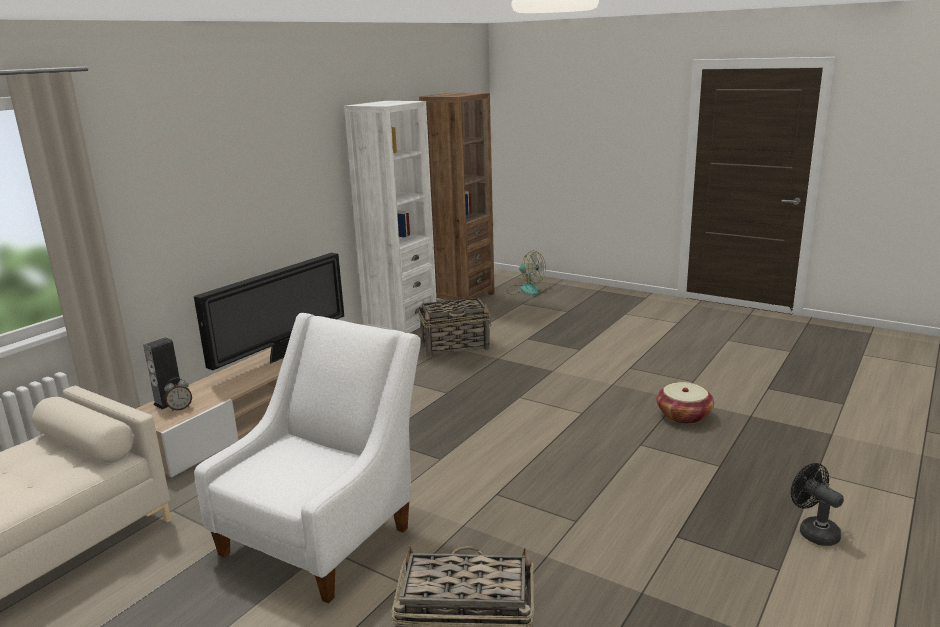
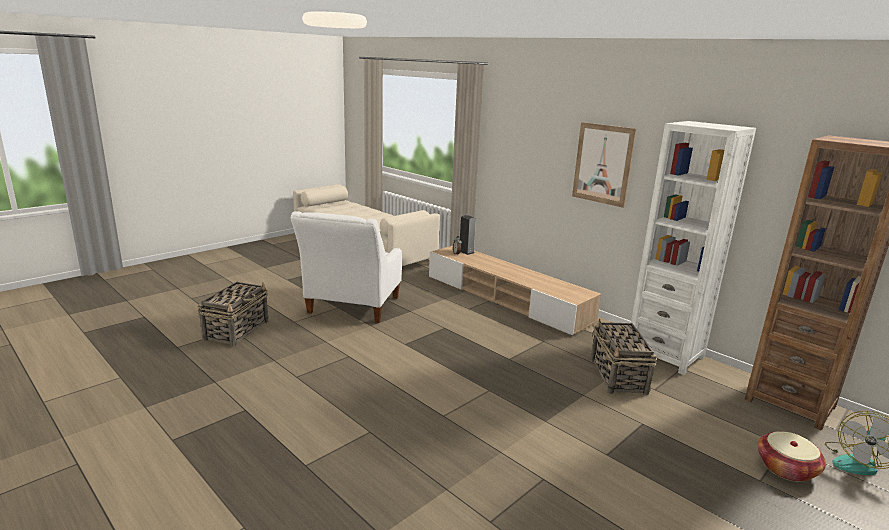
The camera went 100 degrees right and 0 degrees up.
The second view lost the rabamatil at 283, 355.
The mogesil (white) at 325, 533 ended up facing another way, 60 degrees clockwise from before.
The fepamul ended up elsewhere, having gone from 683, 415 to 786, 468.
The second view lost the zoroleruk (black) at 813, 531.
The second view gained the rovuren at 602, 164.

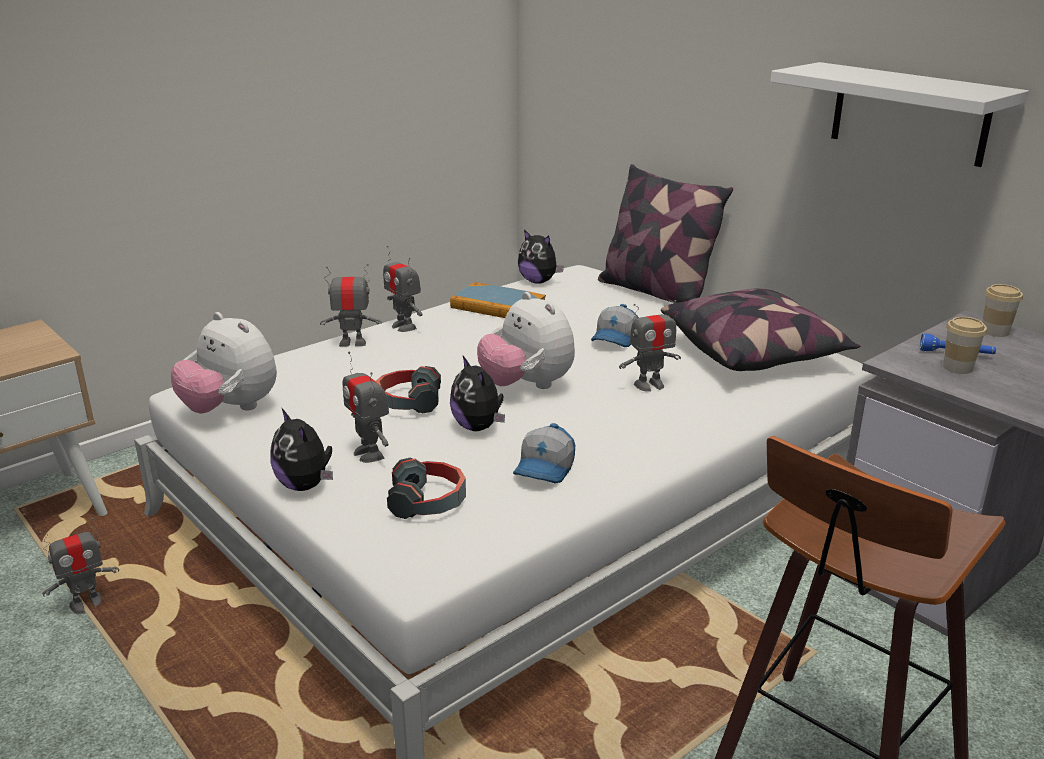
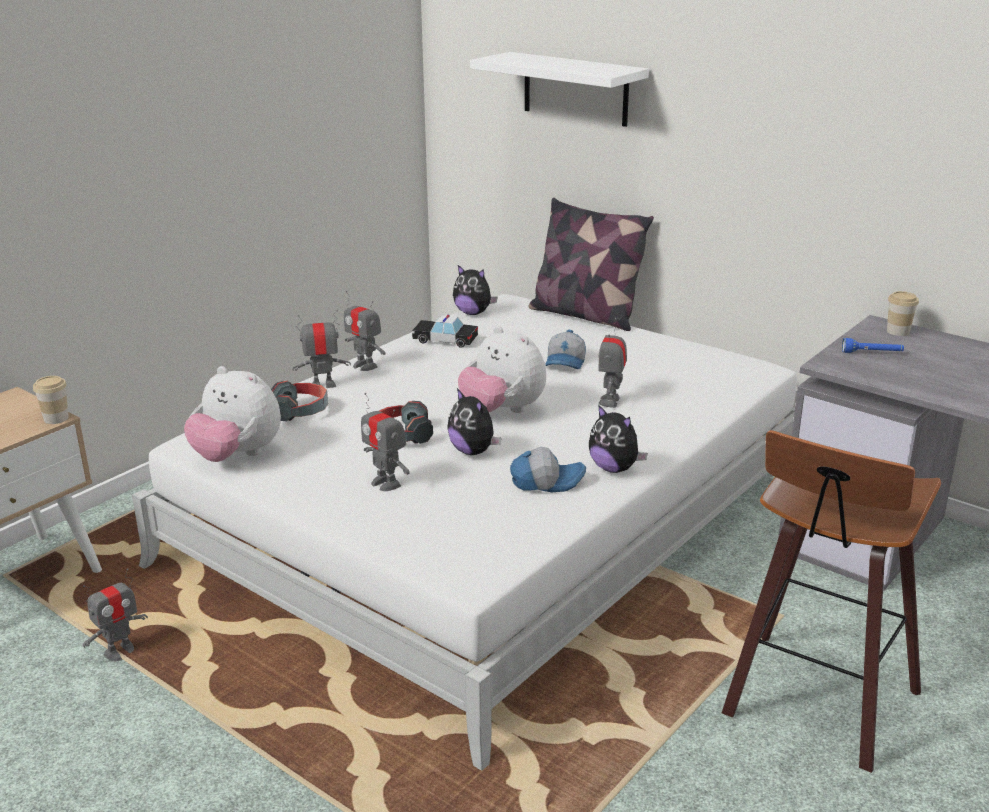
The camera went 10 degrees left and 0 degrees up.
The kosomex ended up elsewhere, having gone from 305, 485 to 614, 468.
The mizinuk ended up elsewhere, having gone from 428, 502 to 300, 411.
Where the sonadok stood at 498, 306, the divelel came to stand at 445, 340.
The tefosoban at 546, 469 ended up facing another way, 105 degrees counterclockwise from before.
The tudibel at 649, 385 ended up facing another way, 135 degrees clockwise from before.
The second view lost the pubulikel at 754, 352.
The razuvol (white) ended up elsewhere, having gone from 909, 113 to 575, 89.
The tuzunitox ended up elsewhere, having gone from 957, 367 to 56, 418.

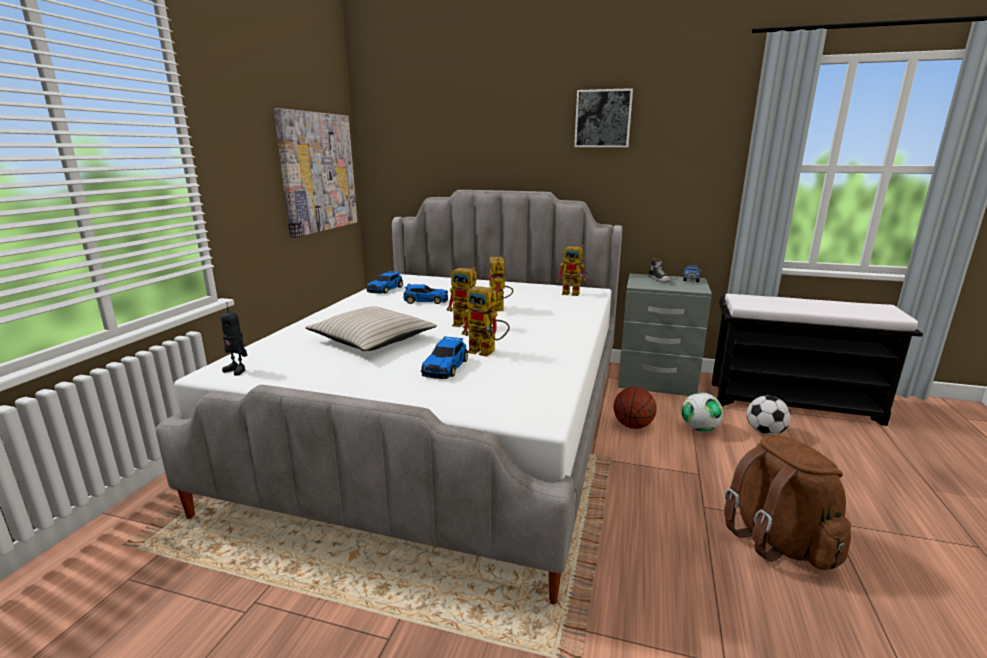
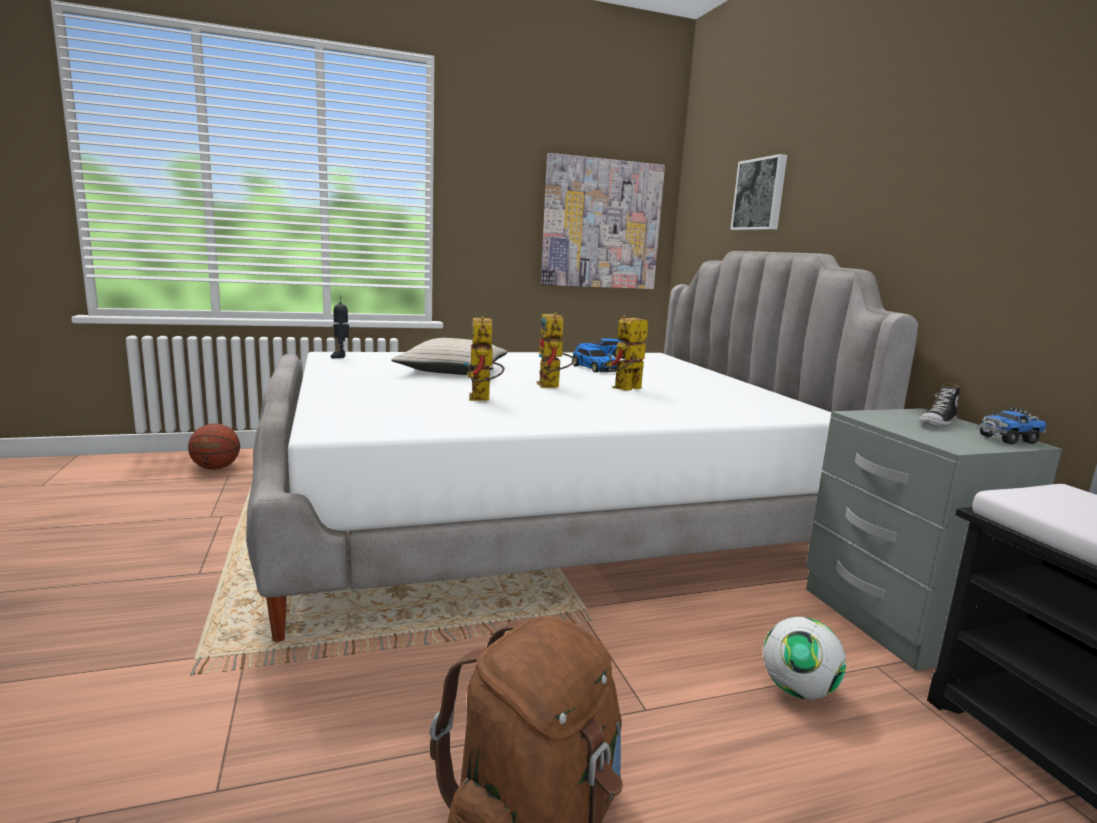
The camera went 55 degrees right and 5 degrees down.
The second view lost the divelel at 446, 367.
The second view lost the tudibel at 575, 293.
The rovuren ended up elsewhere, having gone from 603, 119 to 760, 194.
The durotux ended up elsewhere, having gone from 633, 426 to 216, 468.
The second view lost the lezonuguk at 764, 432.

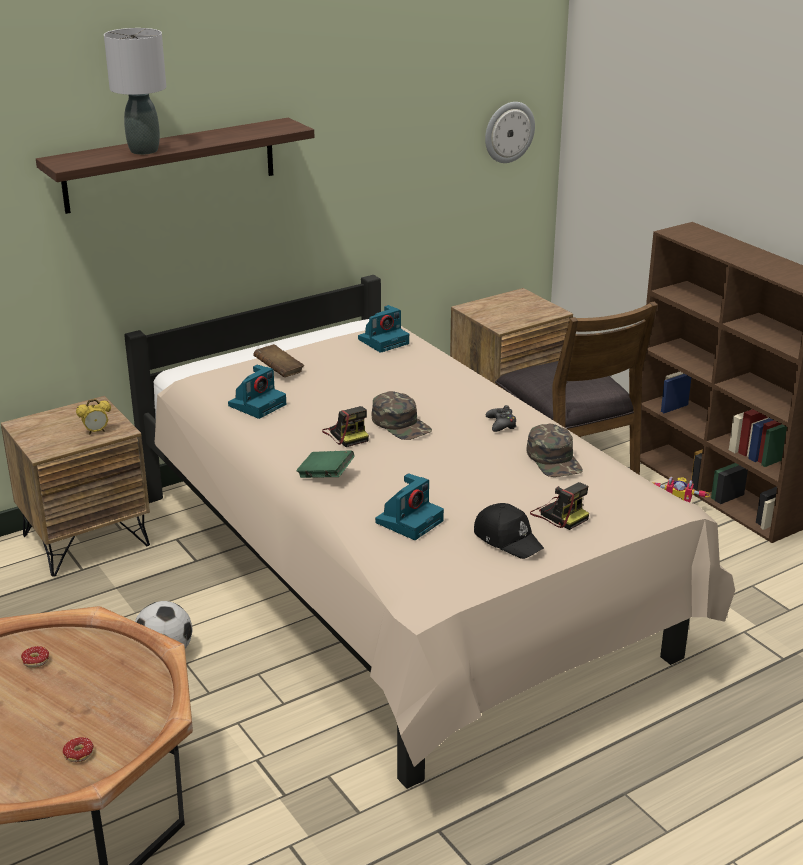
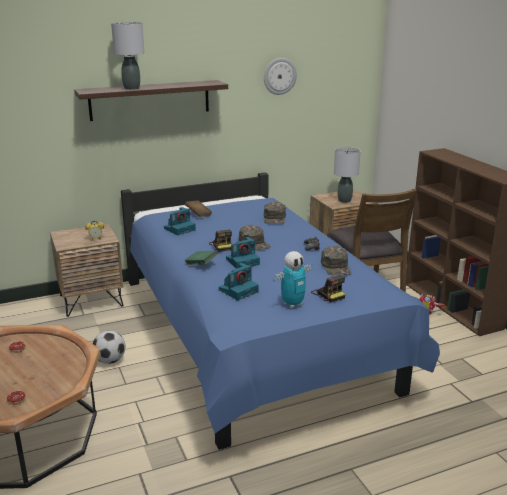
The camera went 10 degrees right and 5 degrees down.
What was the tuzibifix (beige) at 400, 581 turned into the tuzibifix (blue) at 252, 336.
The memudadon ended up elsewhere, having gone from 384, 341 to 243, 261.
Where the tefosoban (black) stood at 508, 539, the tudibel came to stand at 292, 304.
The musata ended up elsewhere, having gone from 508, 132 to 279, 76.
The second view gained the tefosoban (green) at 275, 218.
The second view gained the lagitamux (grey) at 344, 200.

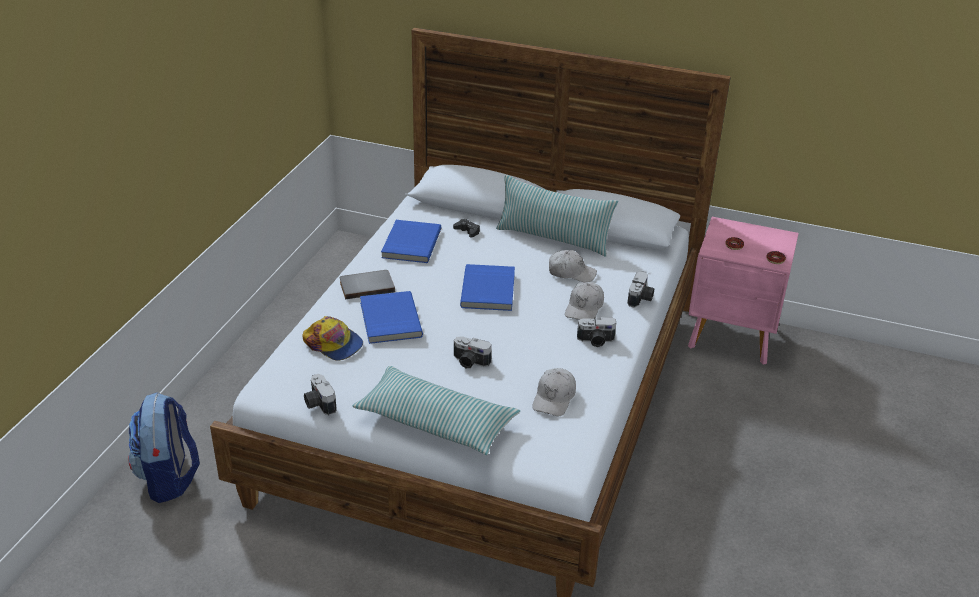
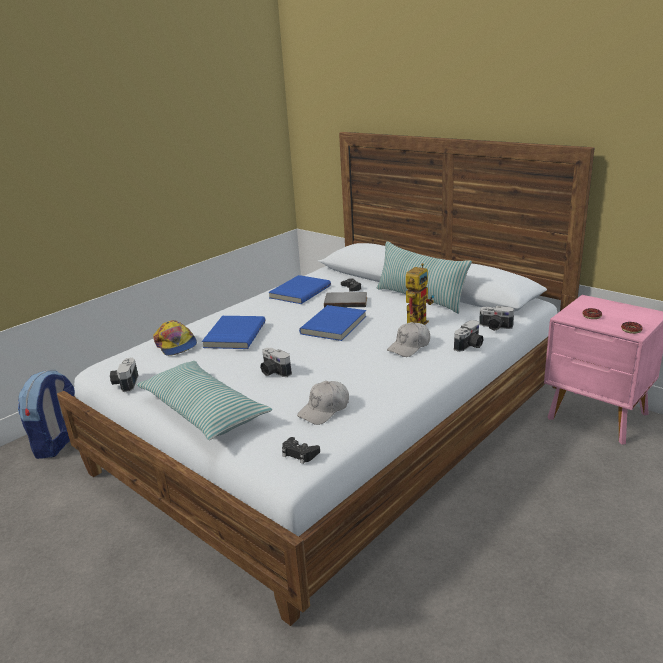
The camera went 25 degrees right and 10 degrees down.
The sonadok (grey) ended up elsewhere, having gone from 366, 285 to 346, 301.
Where the tefosoban (white) stood at 571, 273, the tudibel came to stand at 417, 321.
The memudadon ended up elsewhere, having gone from 596, 341 to 495, 327.
The second view gained the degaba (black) at 299, 453.

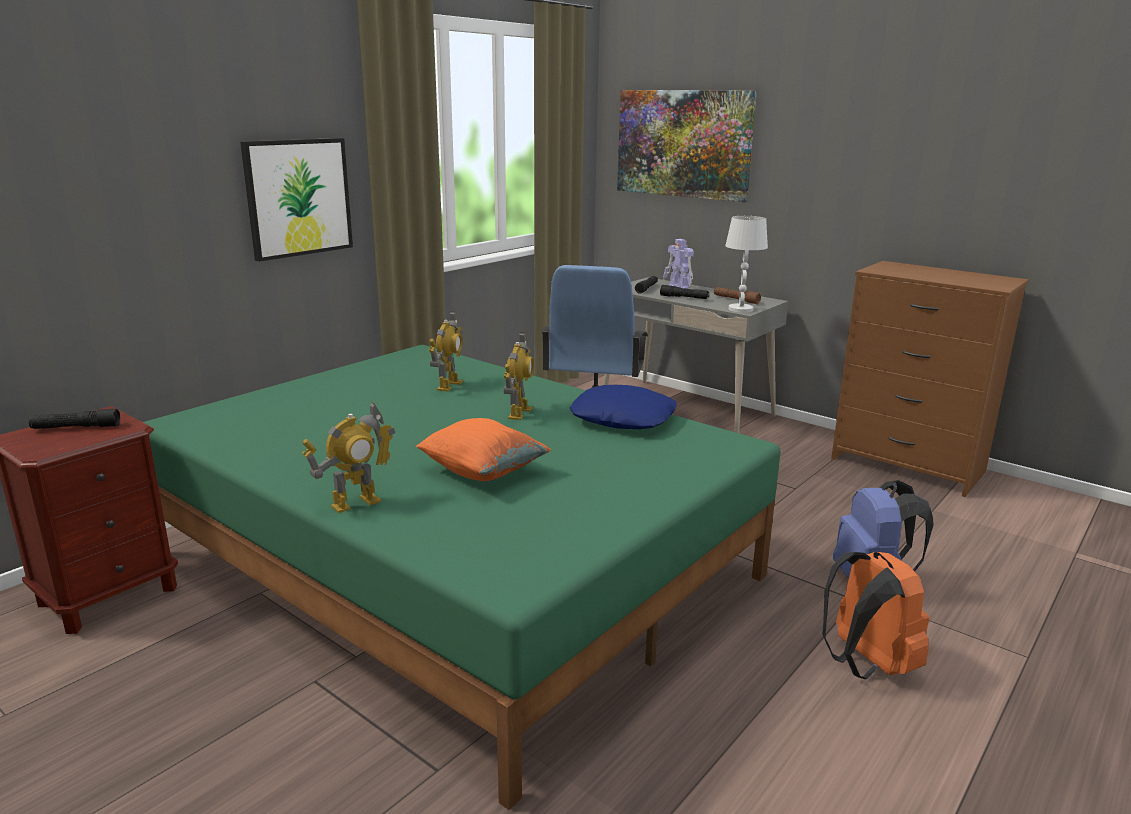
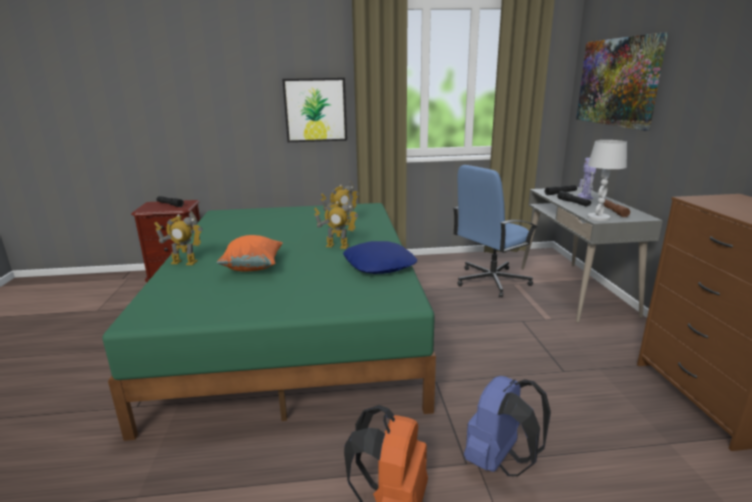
The camera went 45 degrees right and 0 degrees up.
The tudibel at 519, 413 ended up facing another way, 45 degrees clockwise from before.

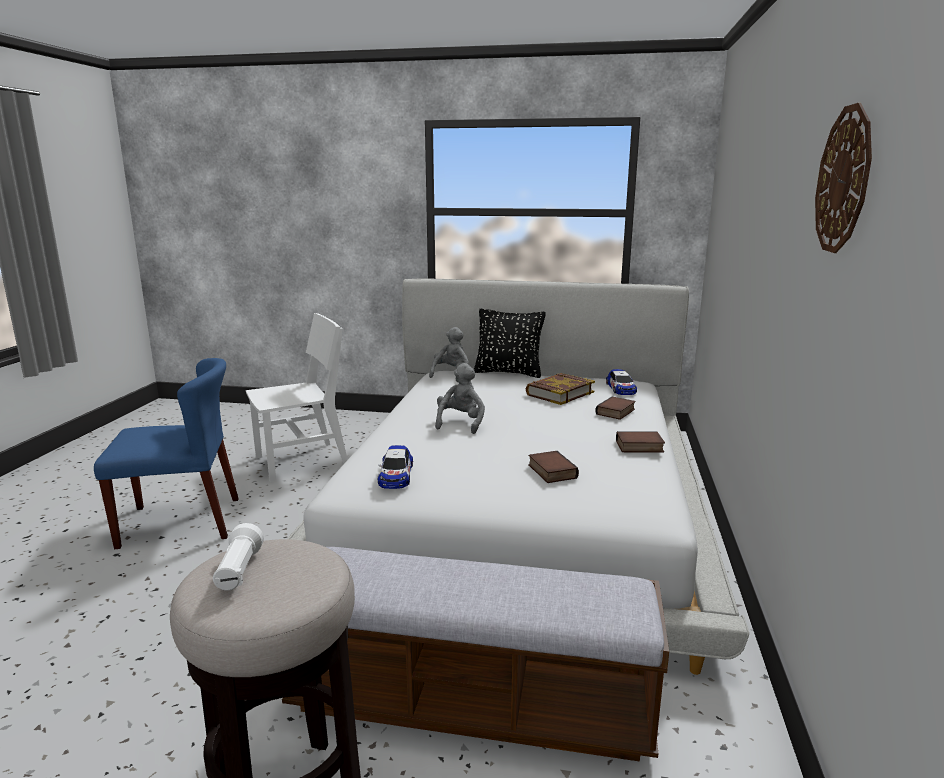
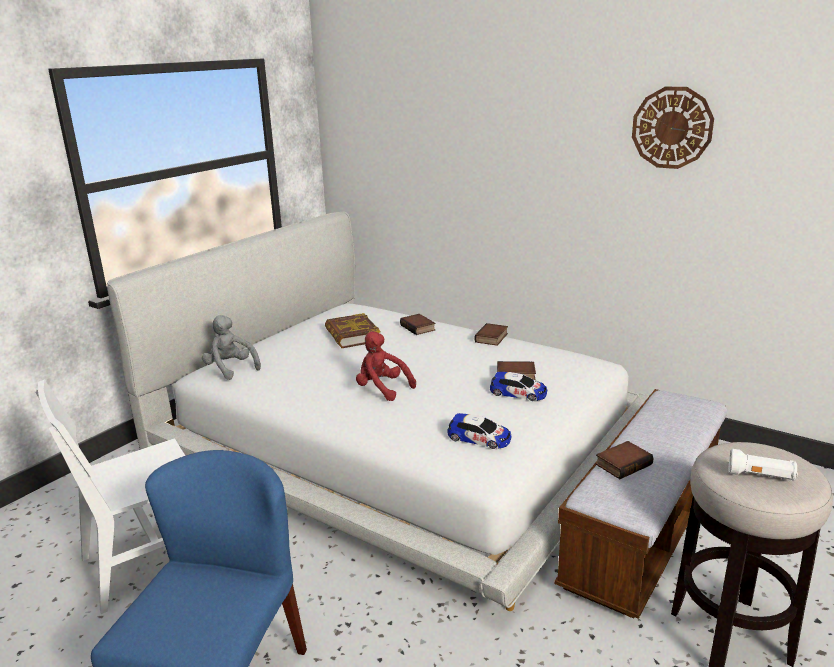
The camera went 65 degrees left and 5 degrees up.
The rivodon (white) at 302, 461 ended up facing another way, 120 degrees counterclockwise from before.
What was the kosomex (grey) at 460, 423 turned into the kosomex (red) at 382, 389.
The second view lost the pubulikel (black) at 508, 373.
The divelel ended up elsewhere, having gone from 621, 388 to 518, 393.
The second view gained the sonadok at 623, 463.

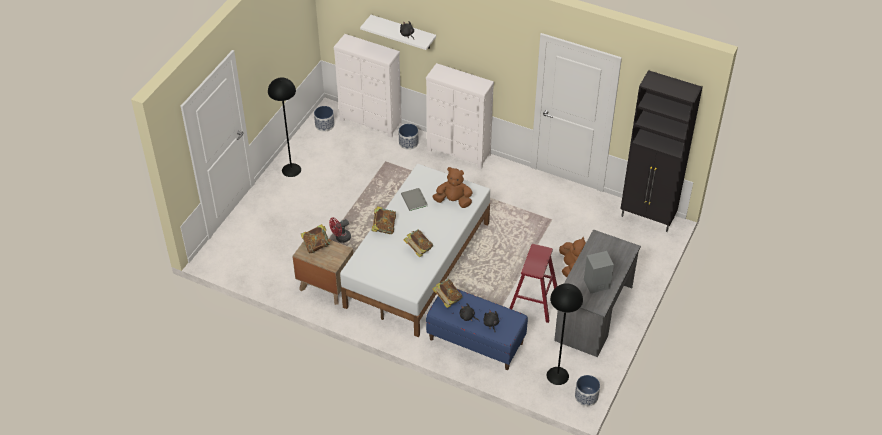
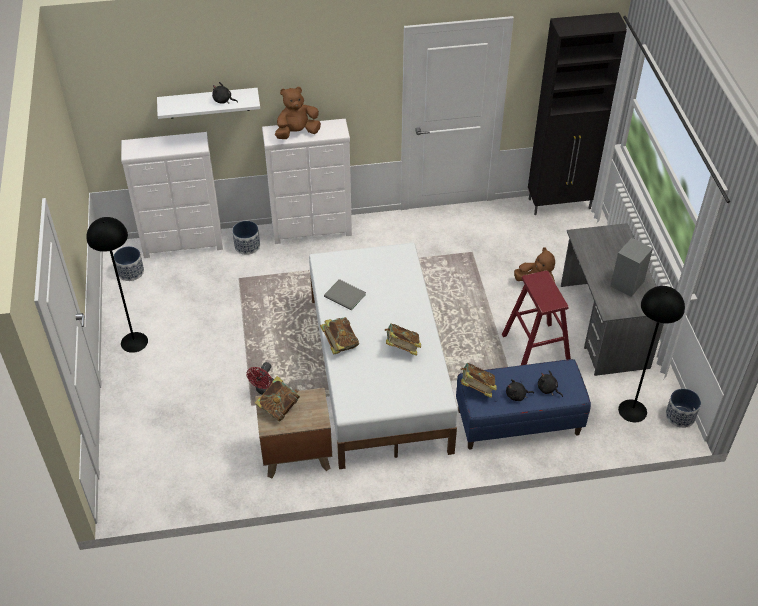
The camera went 35 degrees left and 0 degrees up.
The kosomex (brown) ended up elsewhere, having gone from 453, 201 to 297, 133.

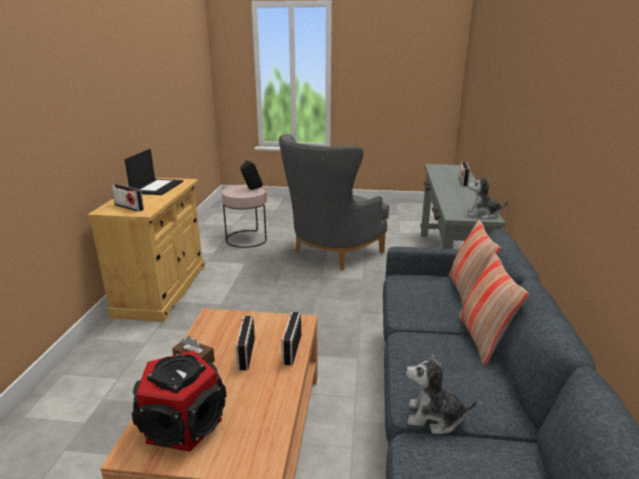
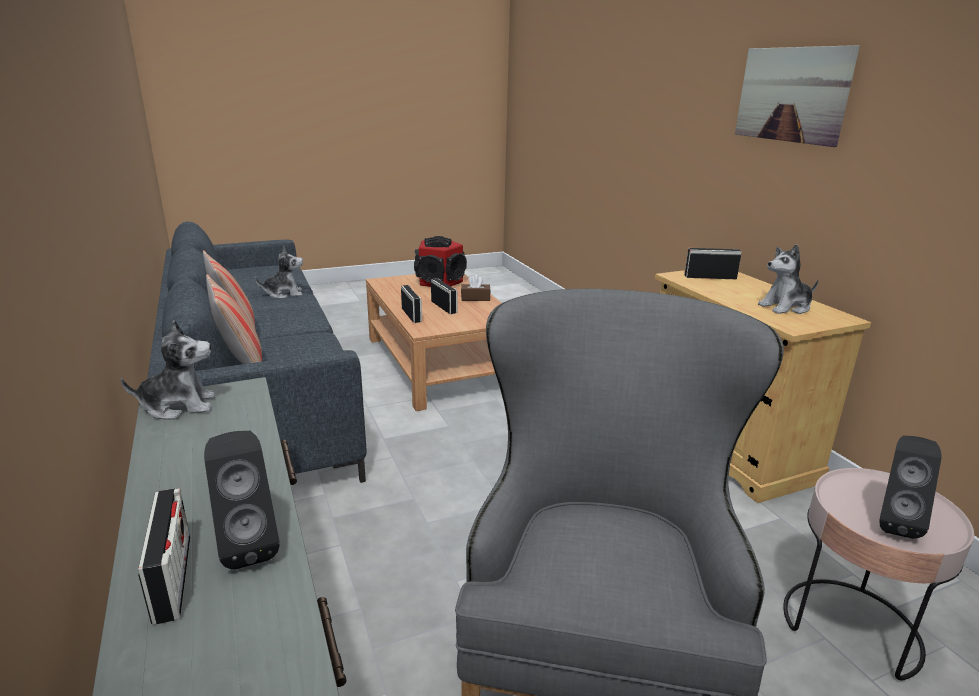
The camera went 150 degrees right and 0 degrees up.
Where the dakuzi stood at 157, 187, the kosomex came to stand at 786, 307.
The second view gained the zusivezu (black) at 248, 545.
The second view gained the rovuren at 792, 94.

